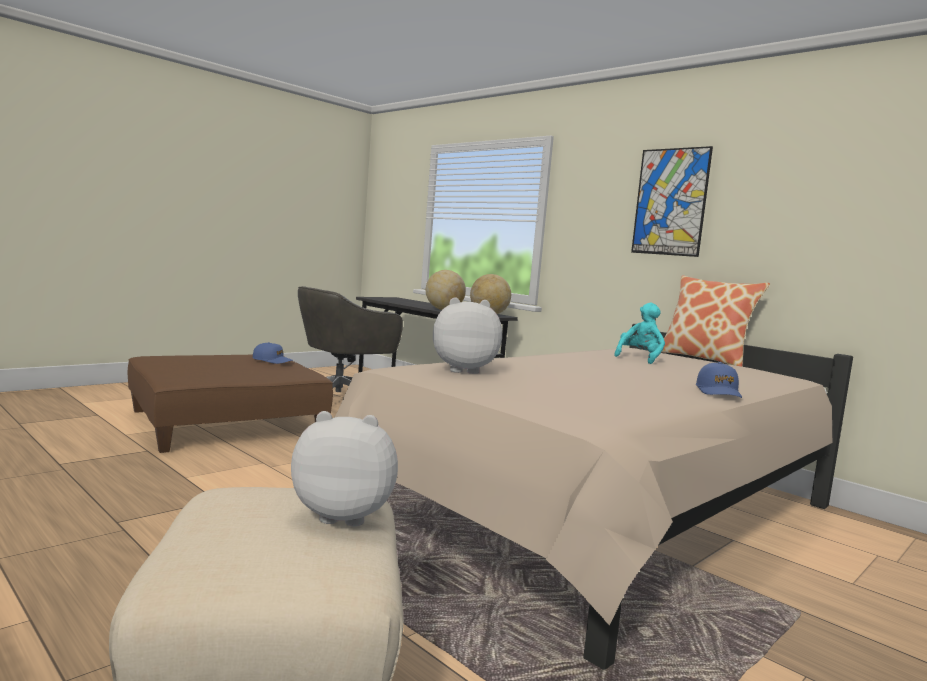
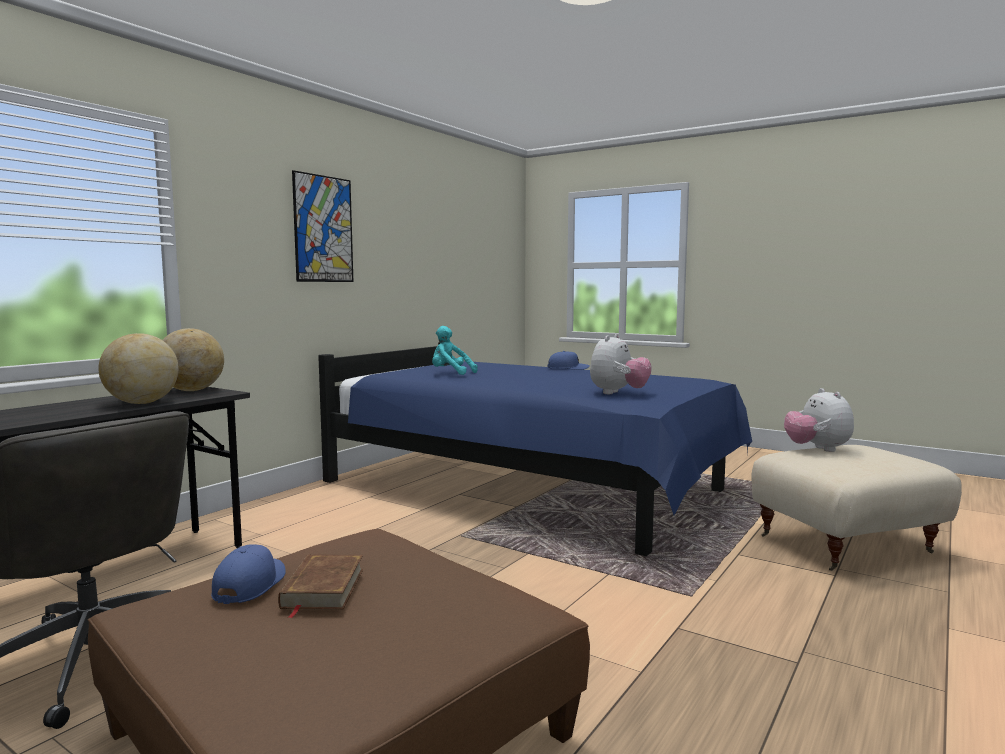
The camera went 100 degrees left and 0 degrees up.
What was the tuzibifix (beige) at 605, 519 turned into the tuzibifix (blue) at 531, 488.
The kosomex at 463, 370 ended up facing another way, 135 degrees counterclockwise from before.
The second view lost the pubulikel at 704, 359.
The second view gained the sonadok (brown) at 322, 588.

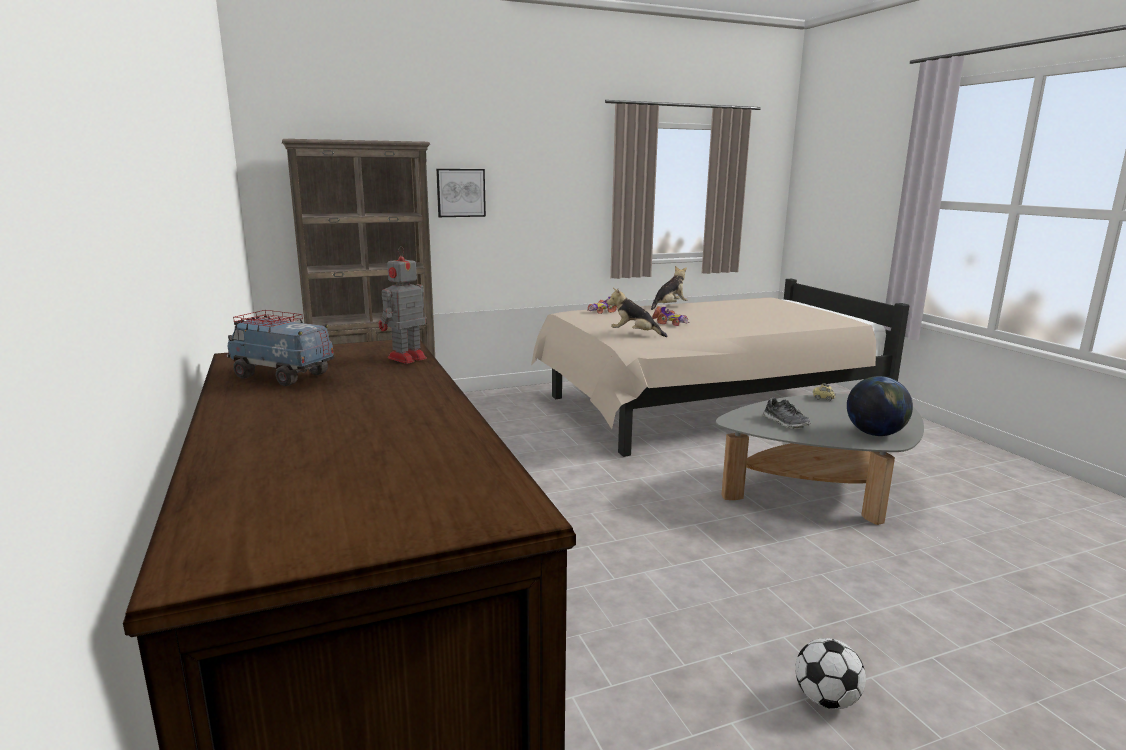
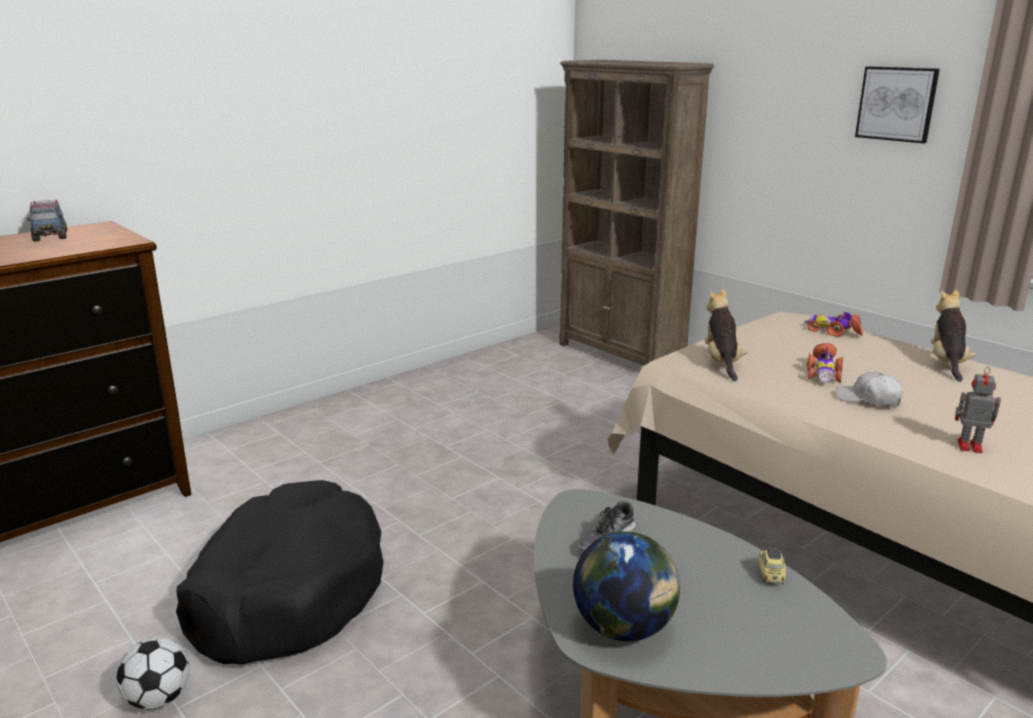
The camera went 70 degrees right and 5 degrees up.
The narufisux at 282, 376 ended up facing another way, 150 degrees clockwise from before.
The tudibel ended up elsewhere, having gone from 405, 358 to 968, 446.
The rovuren ended up elsewhere, having gone from 461, 193 to 896, 104.
The kosomex at 669, 306 ended up facing another way, 105 degrees counterclockwise from before.
The second view gained the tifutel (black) at 287, 591.
The second view gained the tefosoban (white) at 868, 399.

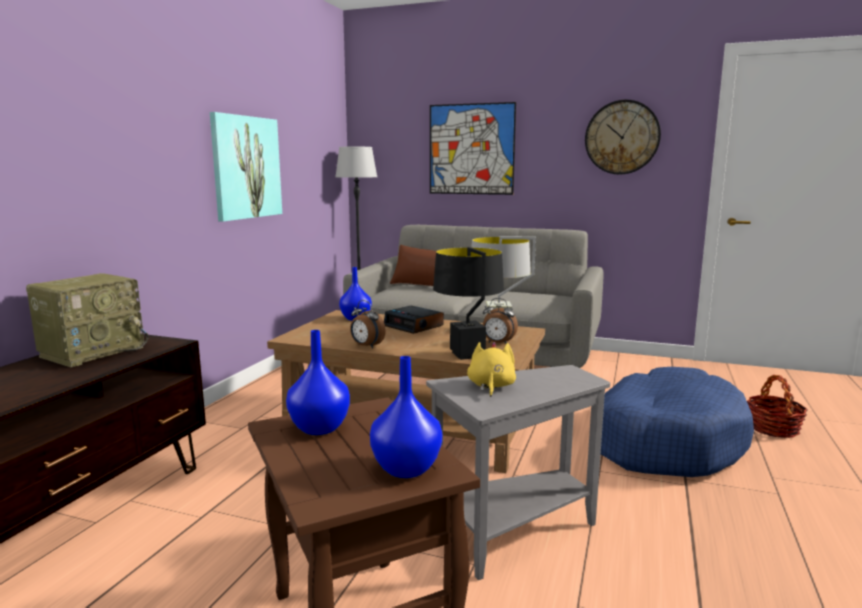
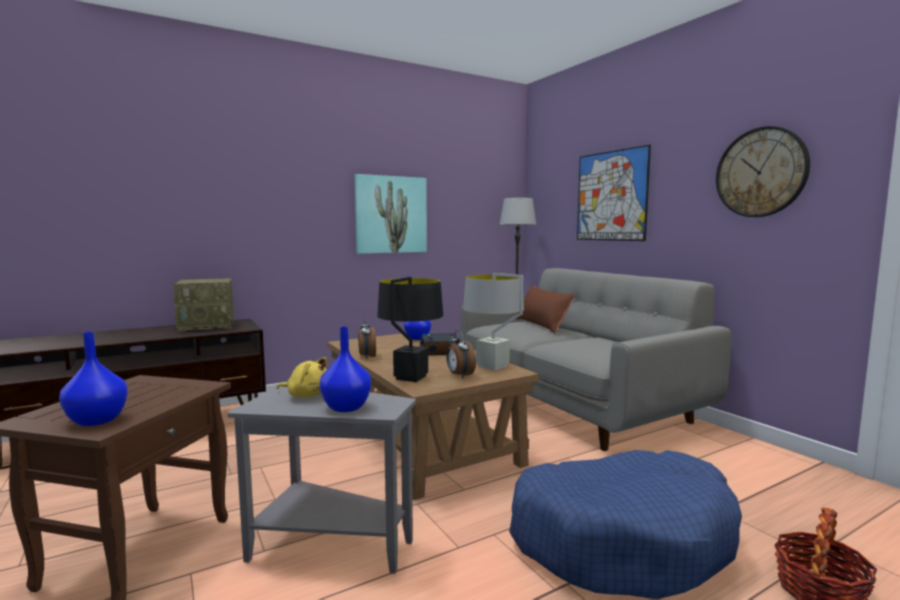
The camera went 40 degrees right and 5 degrees down.
The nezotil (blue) ended up elsewhere, having gone from 319, 427 to 346, 407.
The kosomex (yellow) at 491, 386 ended up facing another way, 60 degrees clockwise from before.

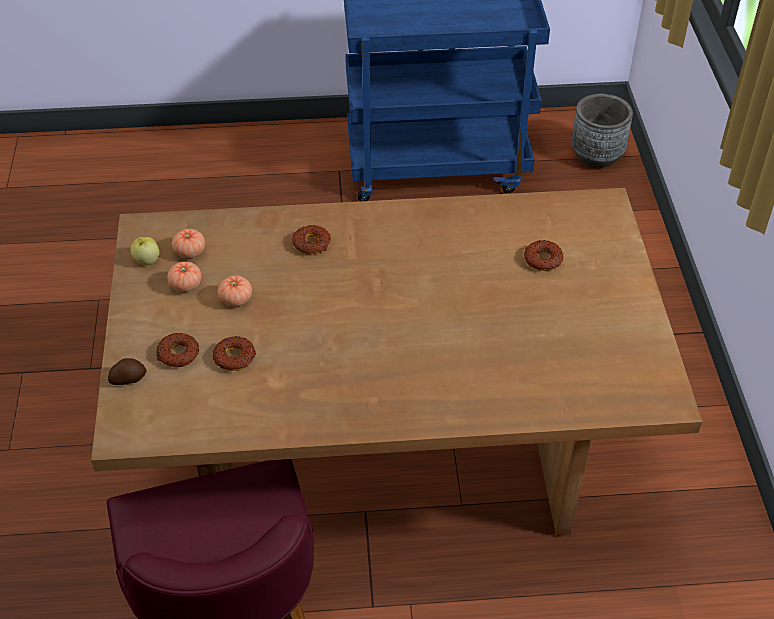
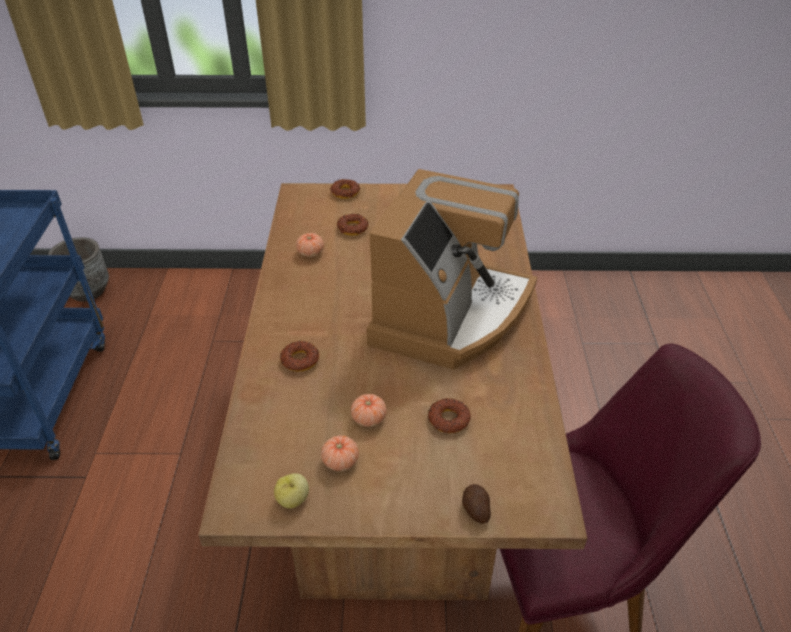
The camera went 85 degrees left and 5 degrees down.
The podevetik ended up elsewhere, having gone from 178, 354 to 345, 192.
The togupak ended up elsewhere, having gone from 190, 252 to 310, 253.
The second view gained the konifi at 449, 315.

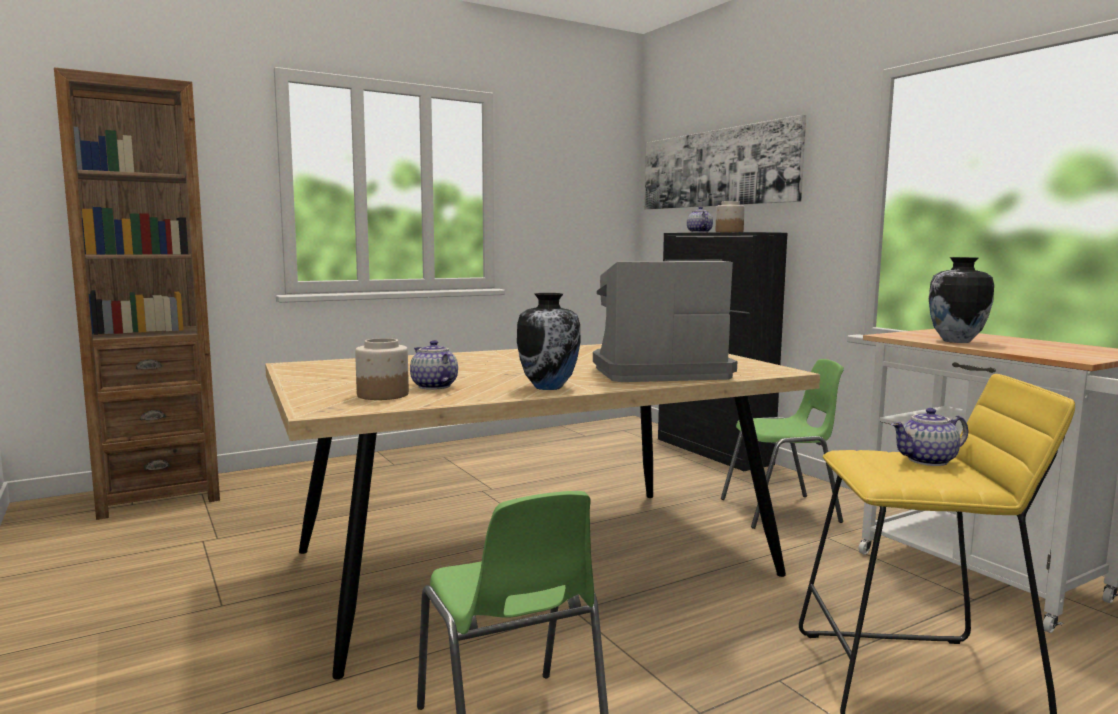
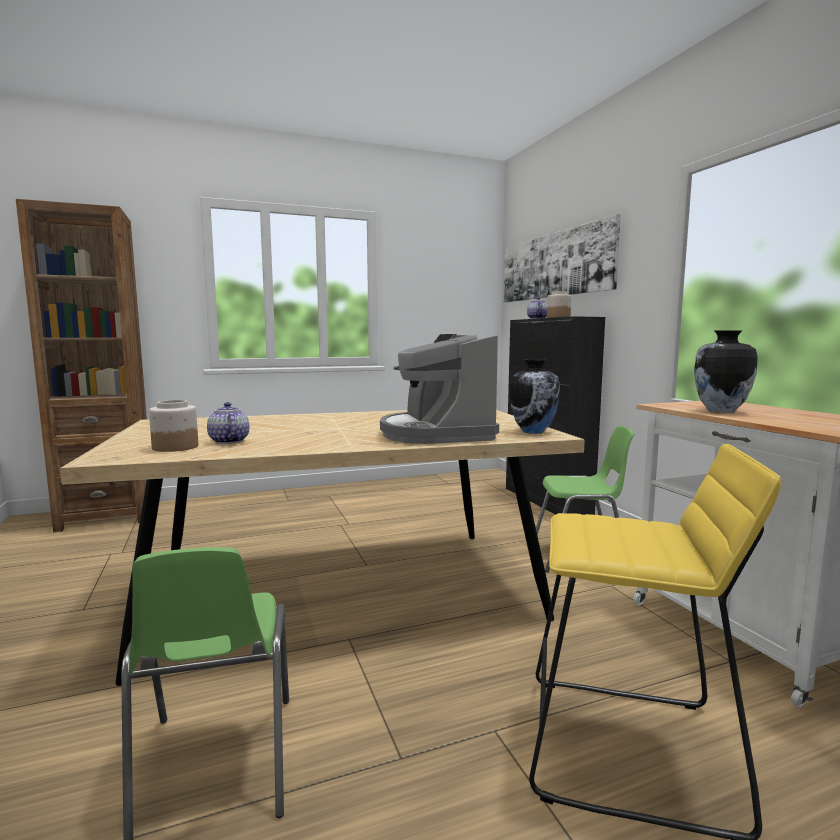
The camera went 10 degrees right and 0 degrees up.
The nezotil ended up elsewhere, having gone from 549, 387 to 533, 431.
The konifi at 657, 372 ended up facing another way, 105 degrees counterclockwise from before.
The second view lost the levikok at 928, 461.

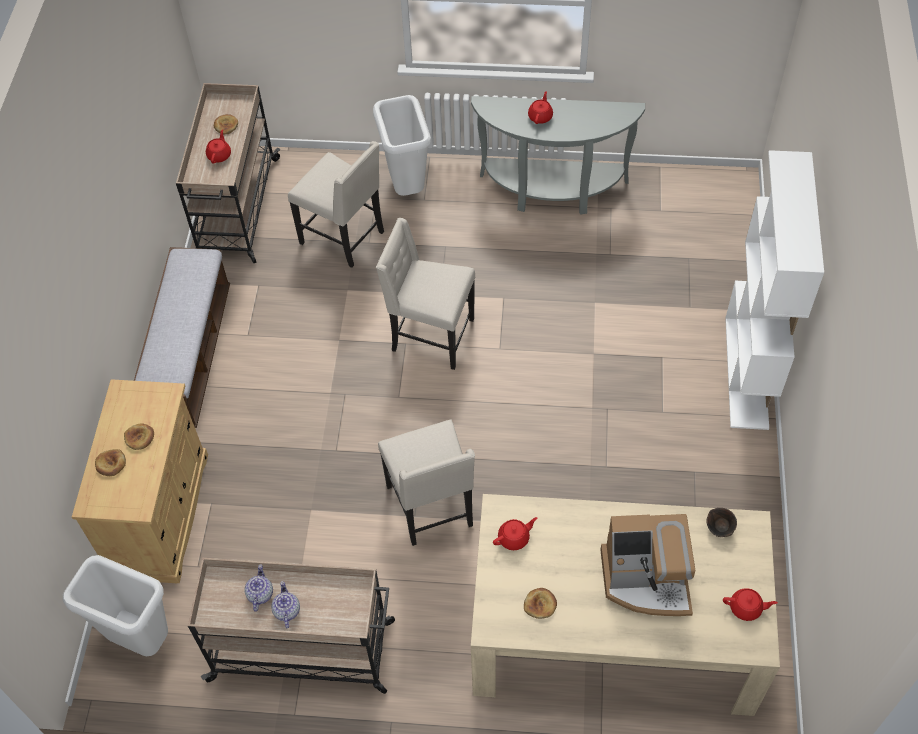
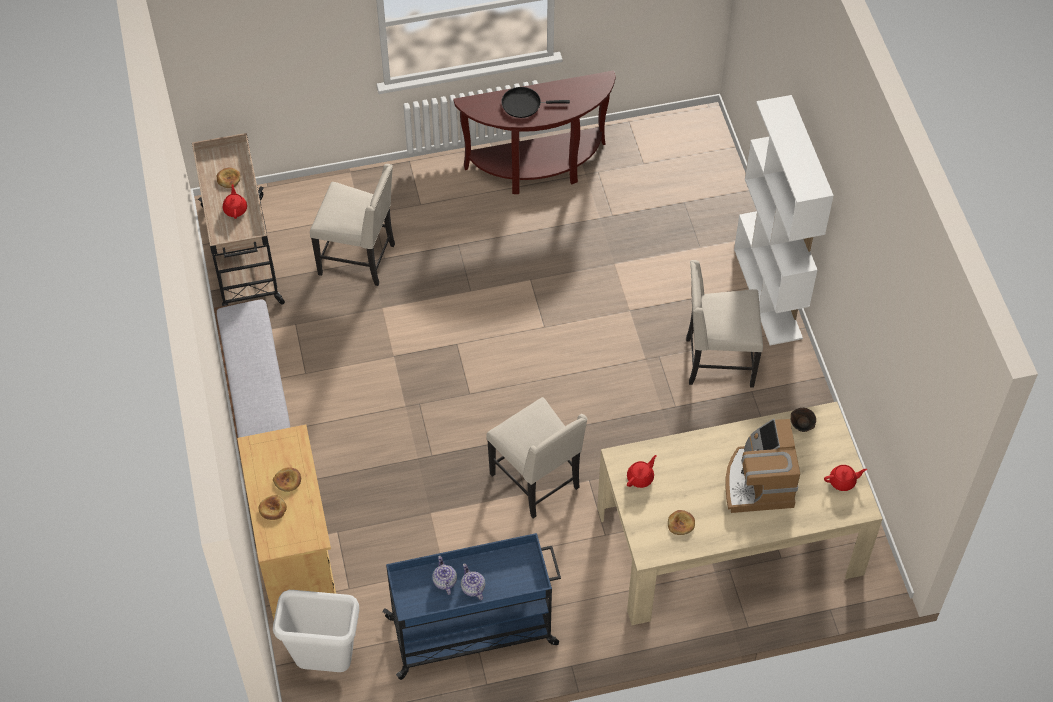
The camera went 20 degrees left and 0 degrees up.
What was the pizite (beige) at 304, 651 turned into the pizite (blue) at 474, 631.
The second view lost the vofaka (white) at 406, 187.
The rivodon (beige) ended up elsewhere, having gone from 430, 336 to 717, 361.
What was the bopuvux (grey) at 552, 192 turned into the bopuvux (brown) at 538, 168.
Where the levikok (red) stood at 540, 116, the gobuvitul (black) came to stand at 524, 104.
The konifi at 646, 580 ended up facing another way, 105 degrees clockwise from before.

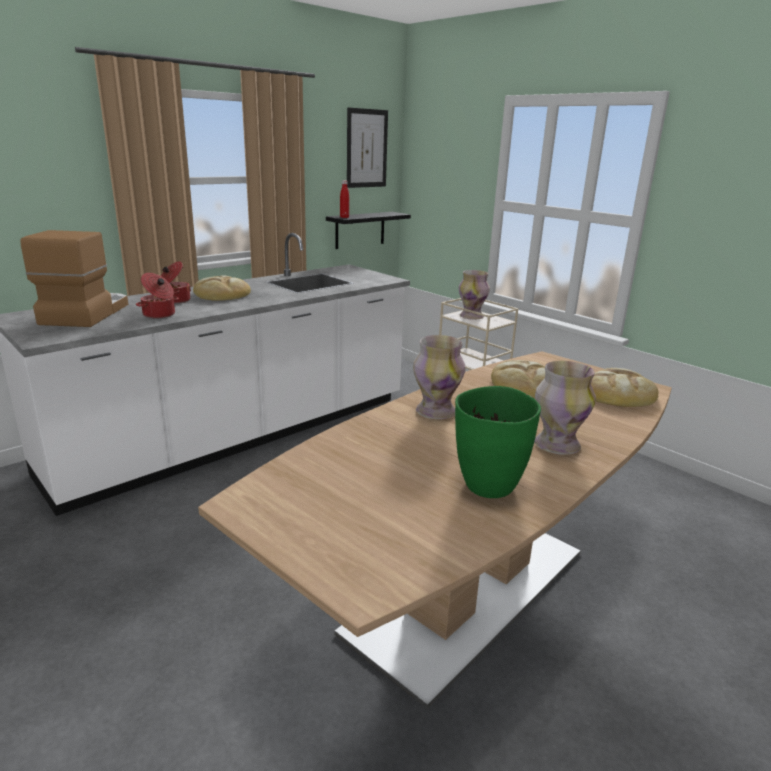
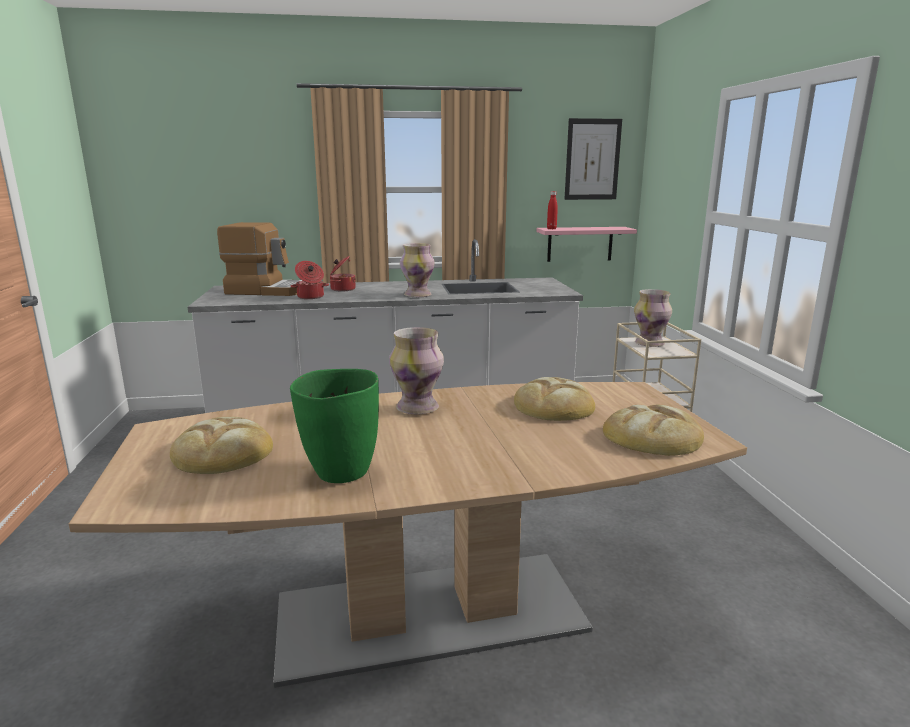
The camera went 35 degrees right and 5 degrees down.
The konifi at 85, 313 ended up facing another way, 60 degrees clockwise from before.
The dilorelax ended up elsewhere, having gone from 221, 294 to 223, 452.
What was the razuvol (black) at 360, 230 turned into the razuvol (pink) at 580, 244.
The nezotil ended up elsewhere, having gone from 555, 445 to 417, 295.

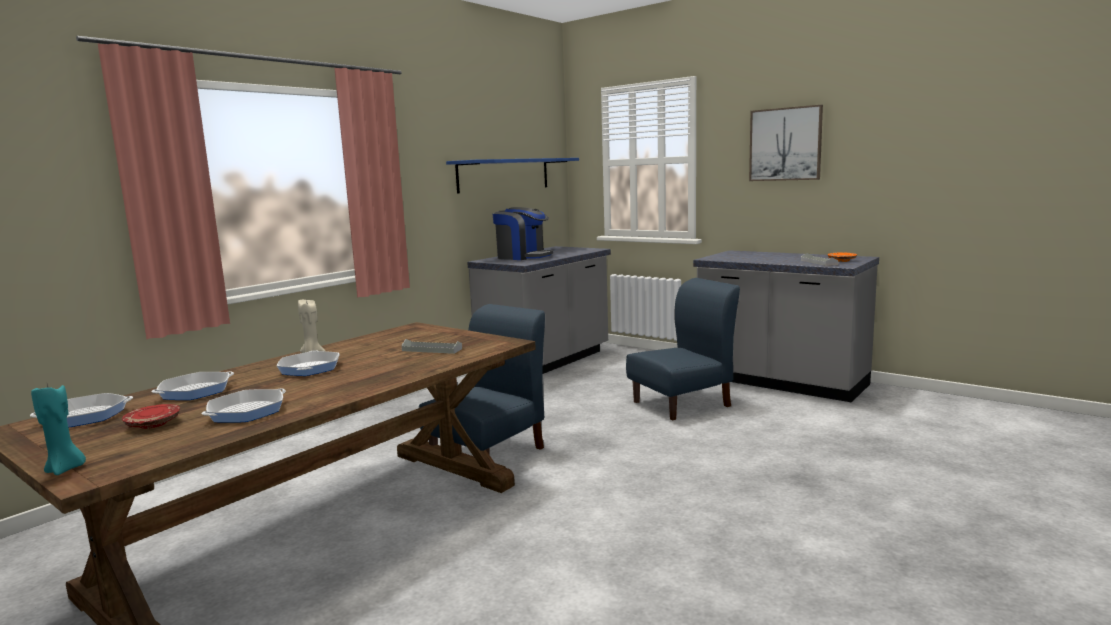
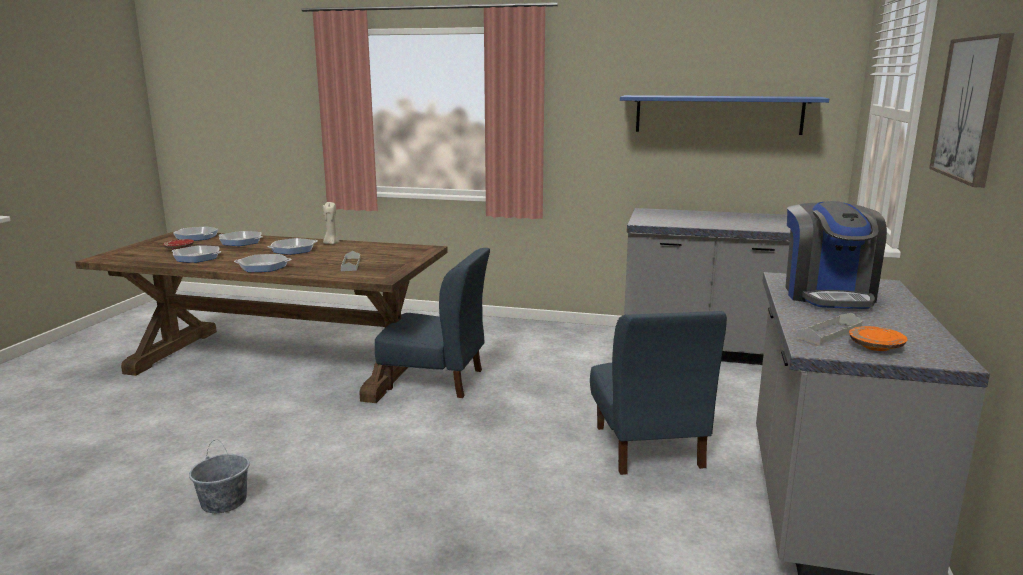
The camera went 65 degrees right and 5 degrees up.
The second view lost the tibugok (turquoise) at 65, 469.
The konifi ended up elsewhere, having gone from 523, 257 to 827, 295.
The rivodon (blue) at 682, 404 ended up facing another way, 45 degrees clockwise from before.
The second view gained the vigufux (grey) at 223, 501.
The second view gained the gobuvitul at 263, 267.

